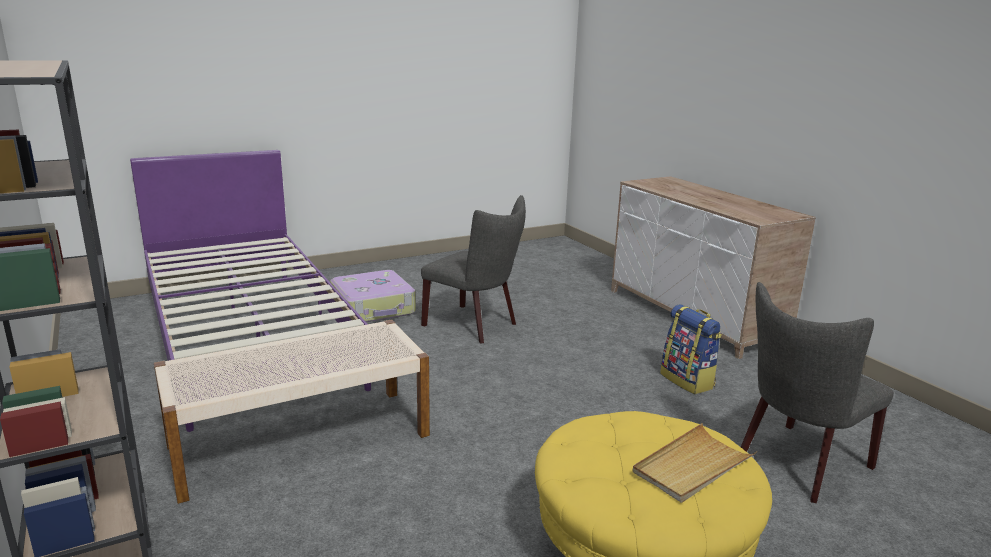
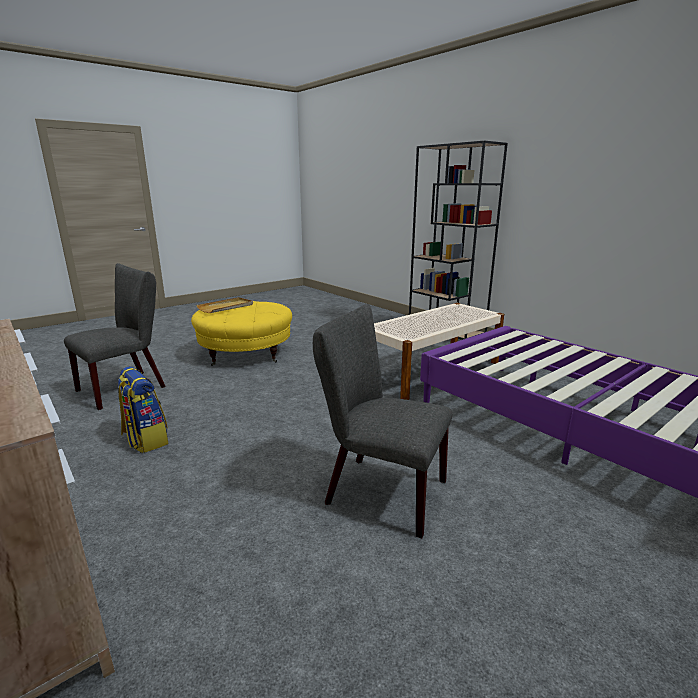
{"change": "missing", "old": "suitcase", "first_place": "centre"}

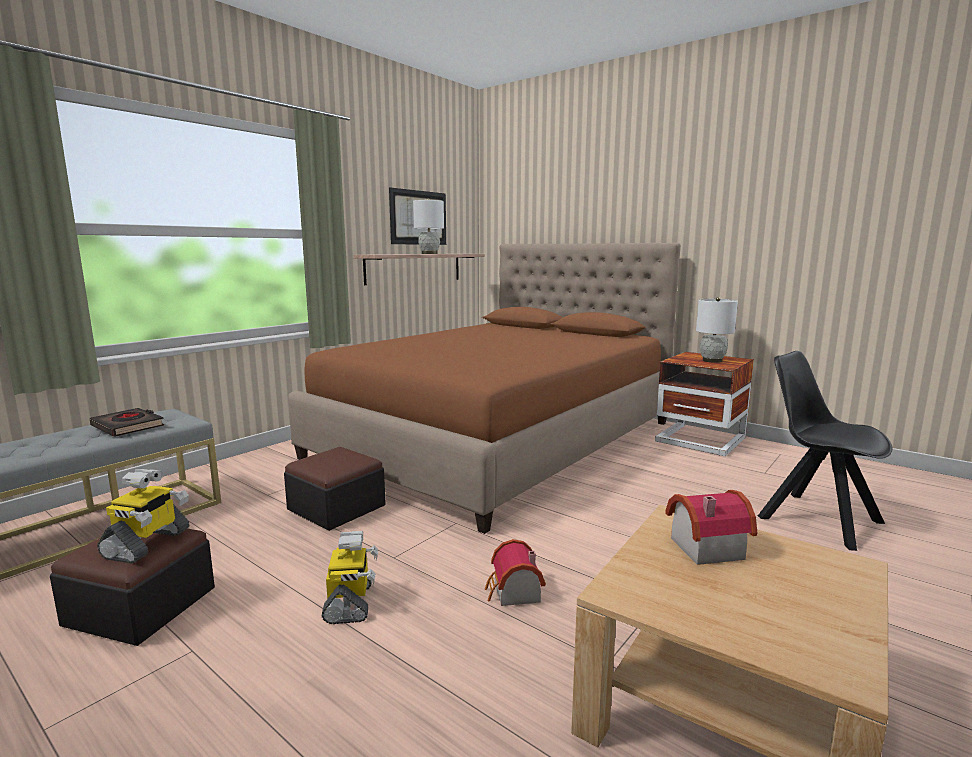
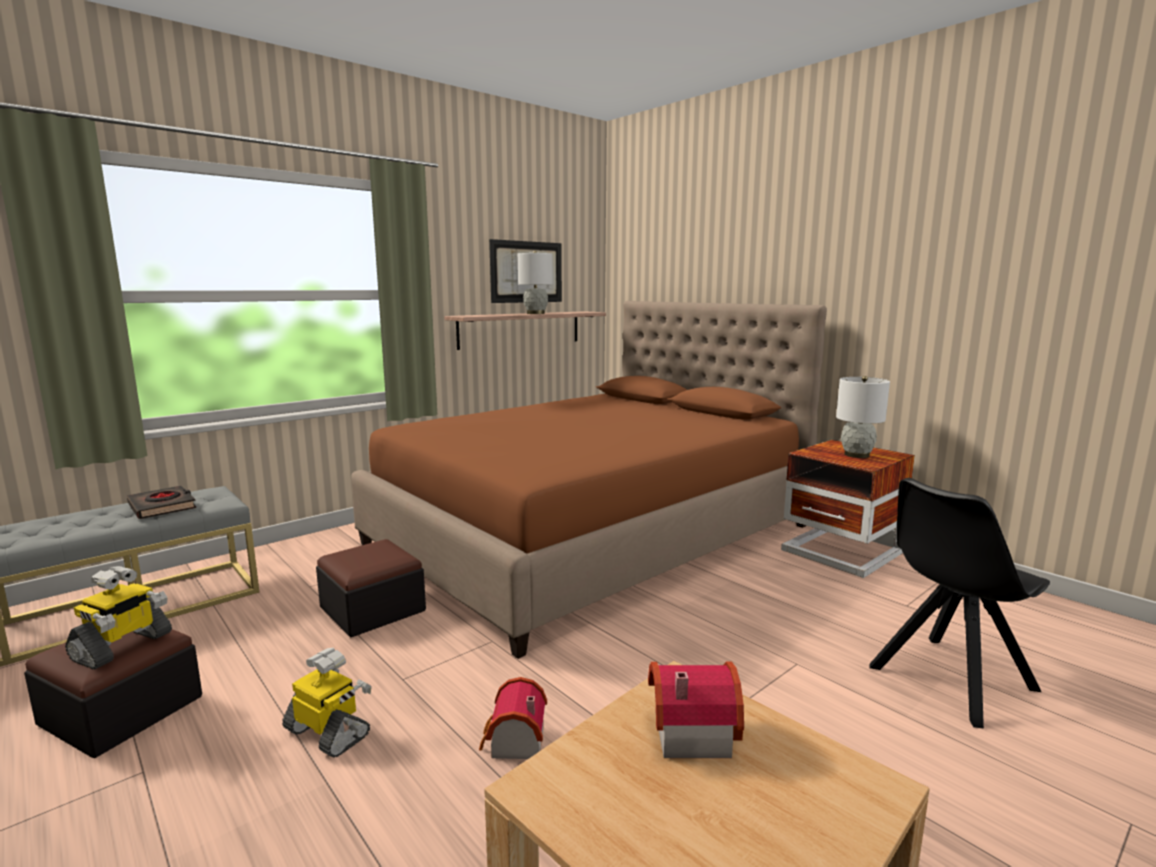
{"change": "spun", "old": "robot figure (no. 2 from left)", "first_place": "bottom centre", "second_place": "bottom left", "degrees": -60}
{"change": "spun", "old": "black-coloured plain chair", "first_place": "middle right", "second_place": "bottom right", "degrees": -90}

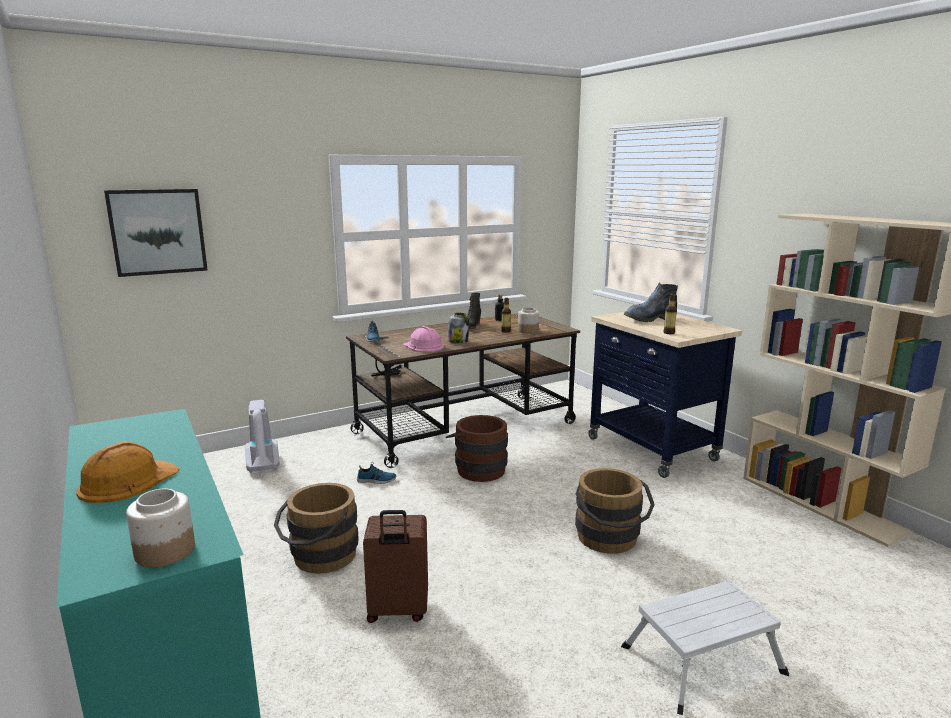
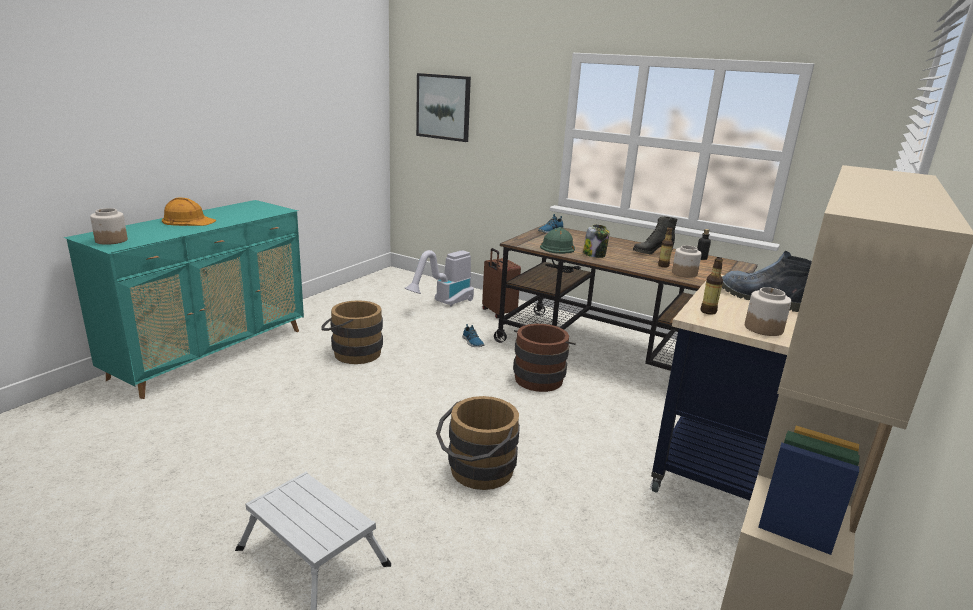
{"change": "appeared", "new": "jar (no. 4 from left)", "second_place": "middle right"}
{"change": "relocated", "old": "brown suitcase", "first_place": "bottom centre", "second_place": "centre"}
{"change": "colour", "old": "pinkish safety helmet", "new": "green safety helmet", "first_place": "centre", "second_place": "centre"}

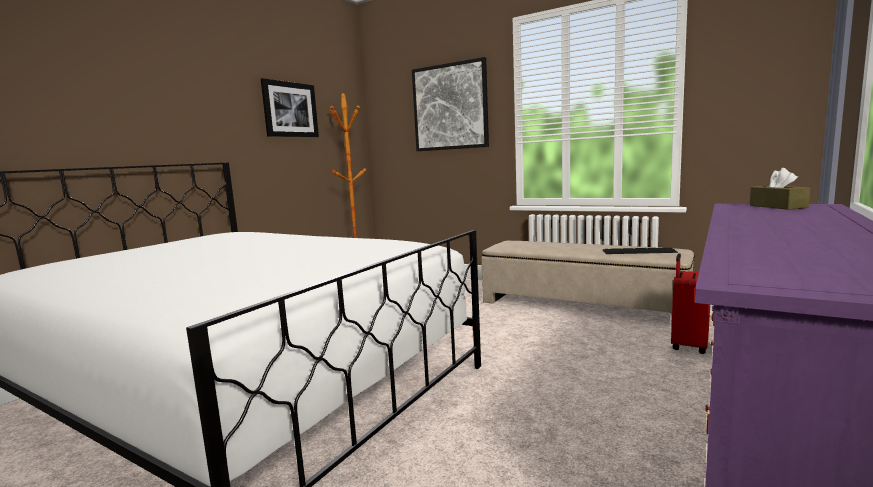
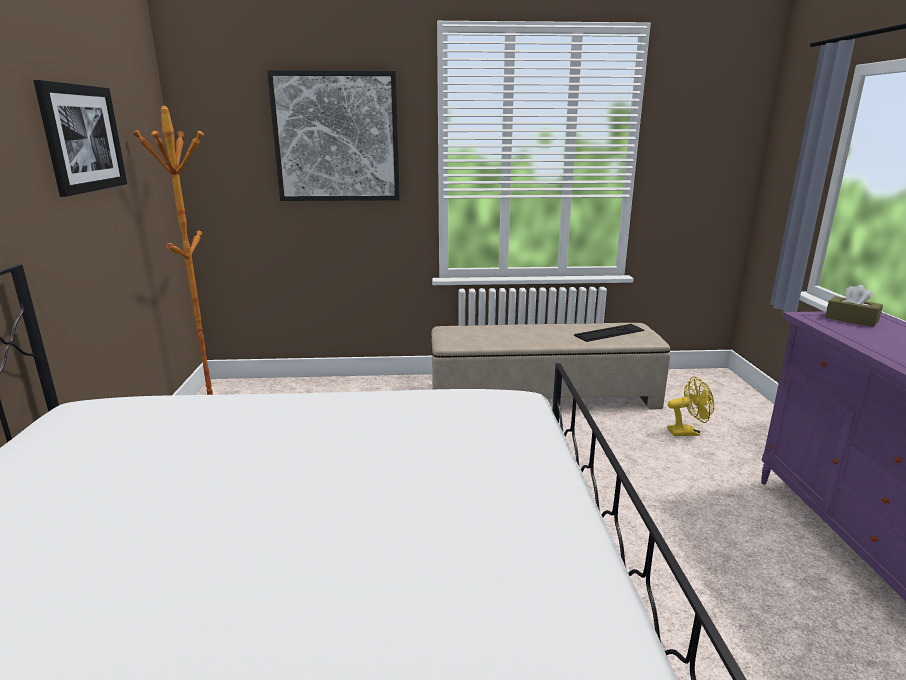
{"change": "exchanged", "old": "reddish suitcase", "new": "yellow-coloured cooling fan", "first_place": "middle right", "second_place": "middle right"}

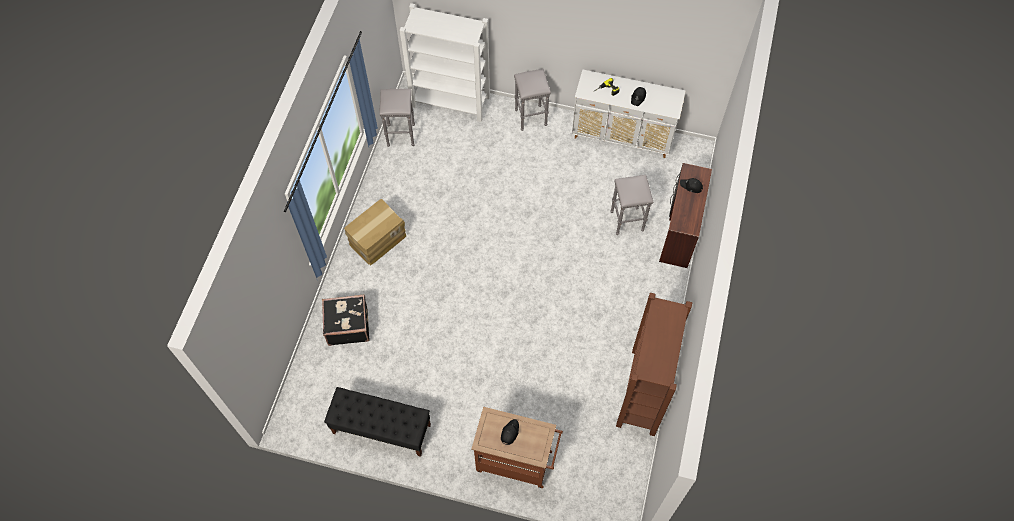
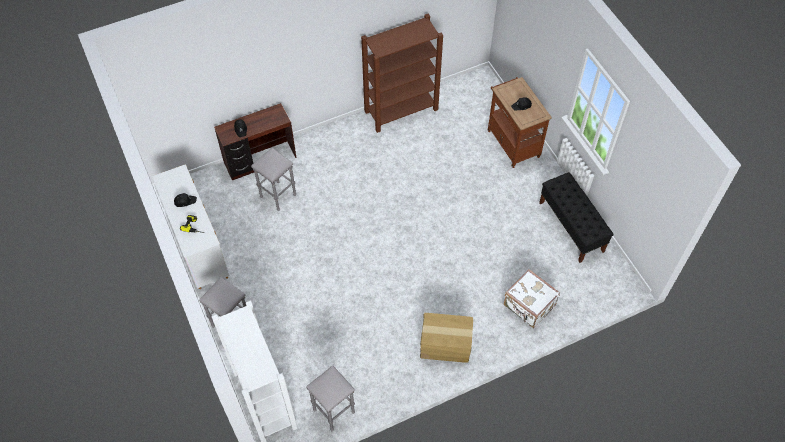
{"change": "colour", "old": "black-coloured suitcase", "new": "white suitcase", "first_place": "centre", "second_place": "bottom right"}

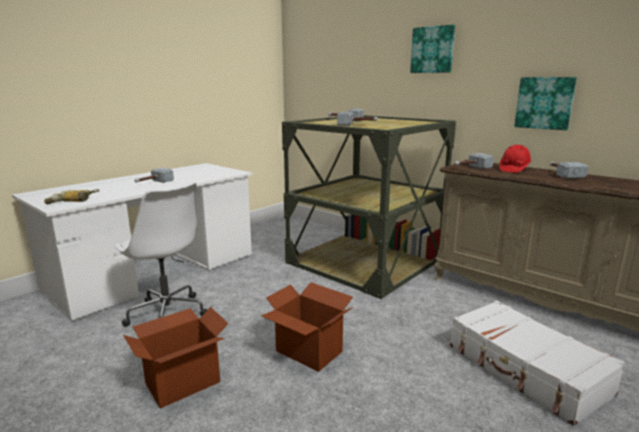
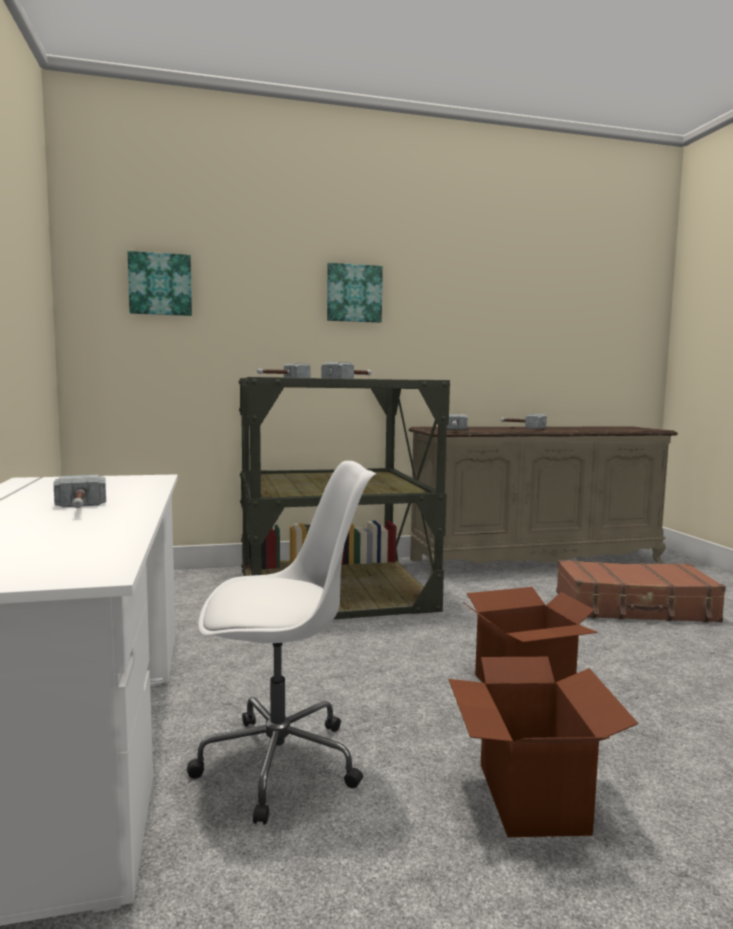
{"change": "missing", "old": "drill", "first_place": "middle left"}
{"change": "missing", "old": "reddish safety helmet", "first_place": "middle right"}
{"change": "relocated", "old": "picture (no. 2 from left in the first image)", "new": "picture (no. 1 from left)", "first_place": "top right", "second_place": "top left"}
{"change": "colour", "old": "white suitcase", "new": "brown suitcase", "first_place": "bottom right", "second_place": "middle right"}

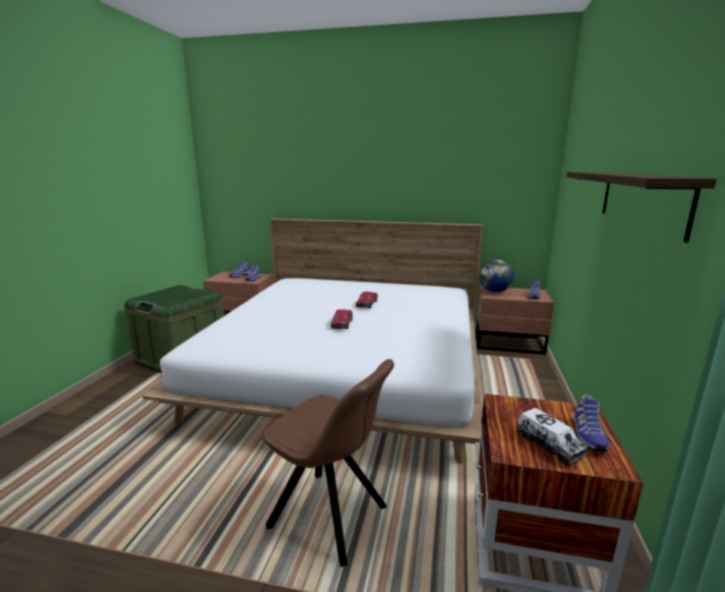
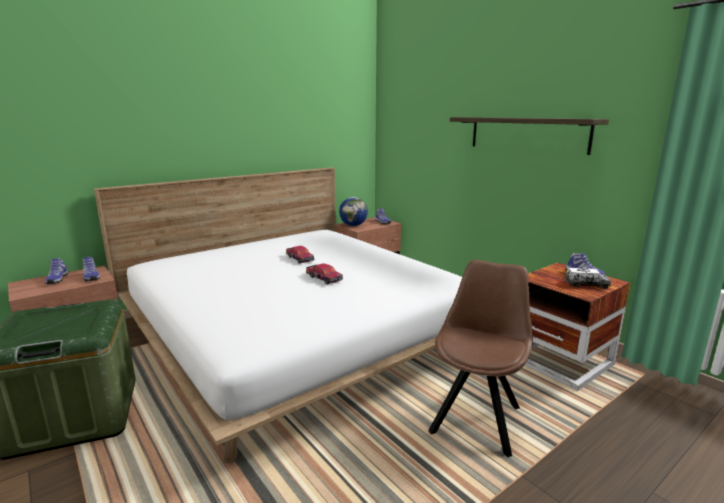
{"change": "spun", "old": "brown plain chair", "first_place": "bottom centre", "second_place": "bottom centre", "degrees": -45}

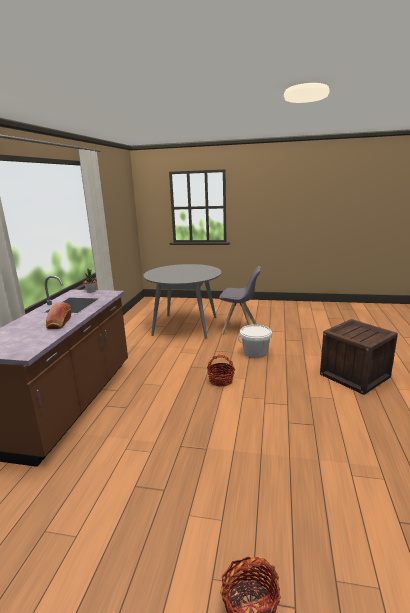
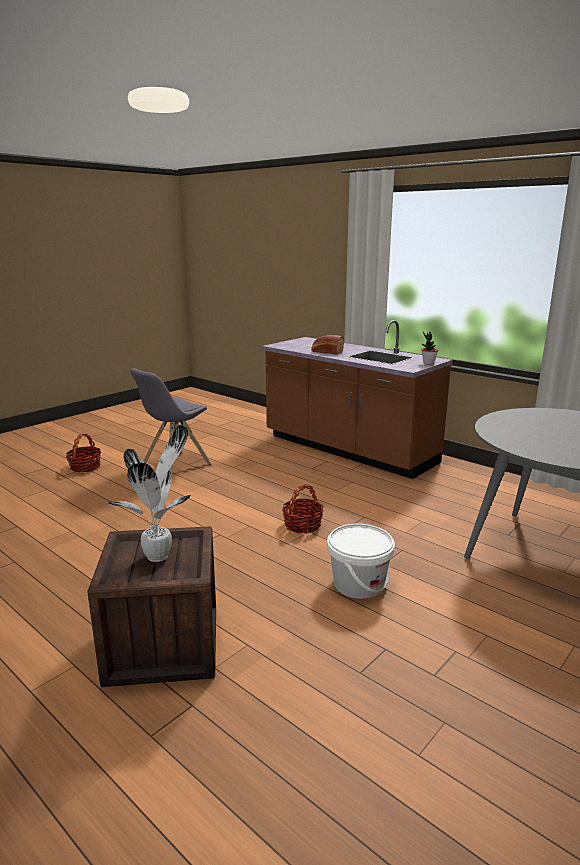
{"change": "appeared", "new": "plant in a pot (no. 1 from left)", "second_place": "middle left"}
{"change": "relocated", "old": "gray plain chair", "first_place": "centre", "second_place": "middle left"}

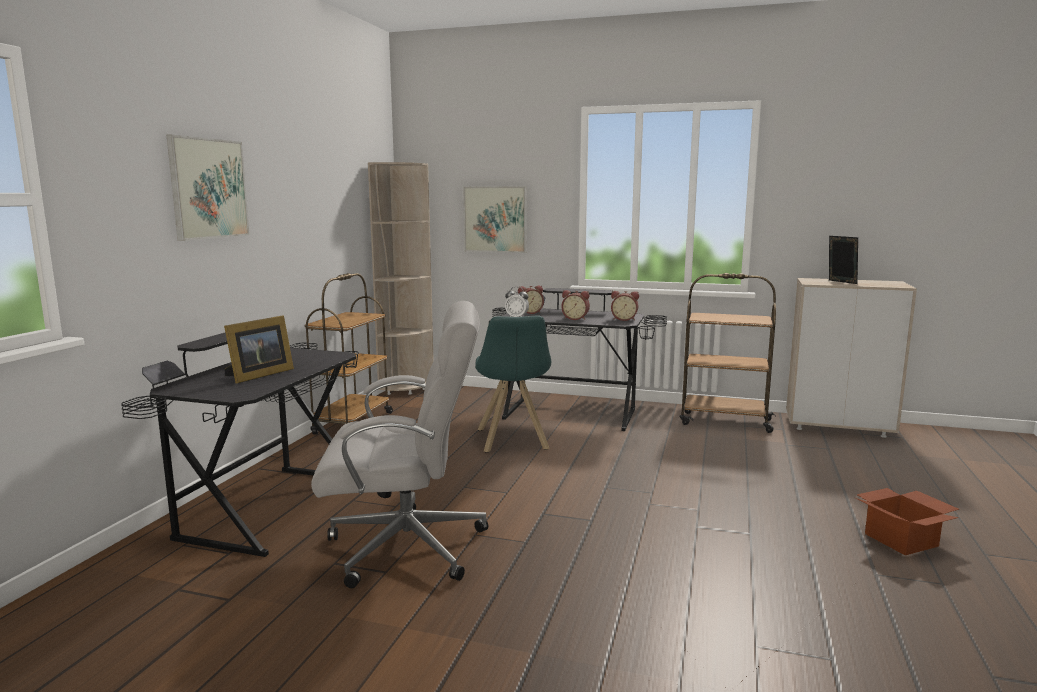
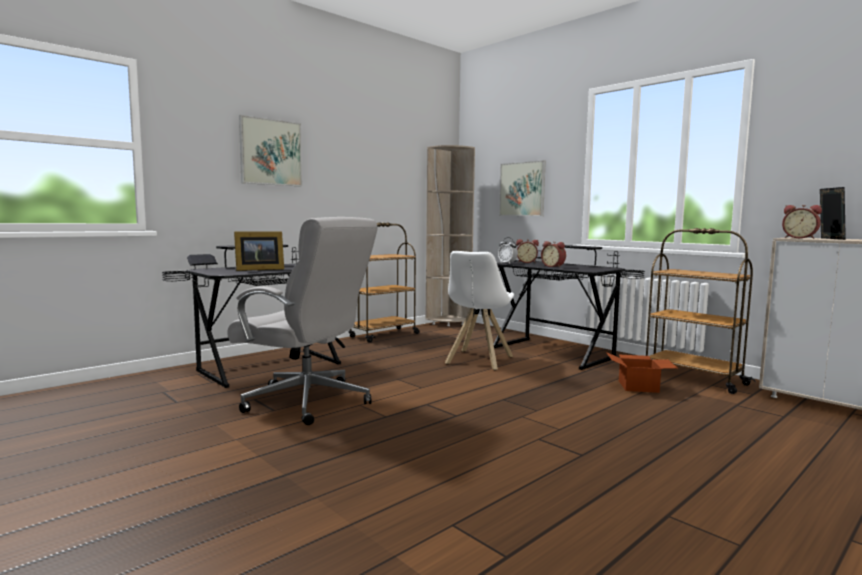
{"change": "relocated", "old": "alarm clock (no. 4 from left)", "first_place": "centre", "second_place": "middle right"}
{"change": "relocated", "old": "cardboard box", "first_place": "bottom right", "second_place": "middle right"}
{"change": "colour", "old": "blue-green plain chair", "new": "white plain chair", "first_place": "centre", "second_place": "centre"}

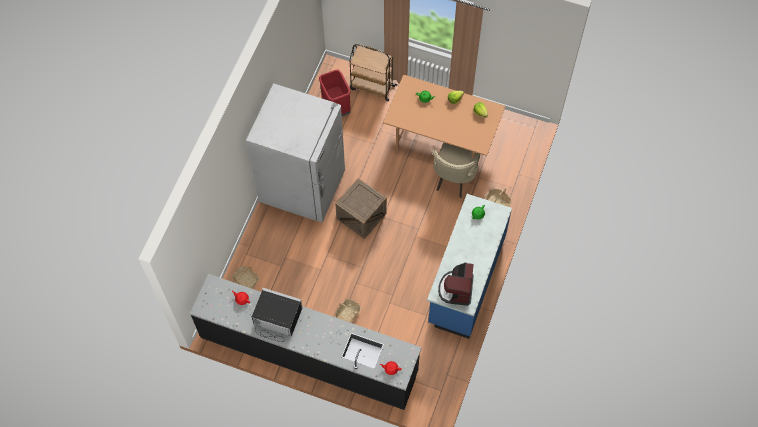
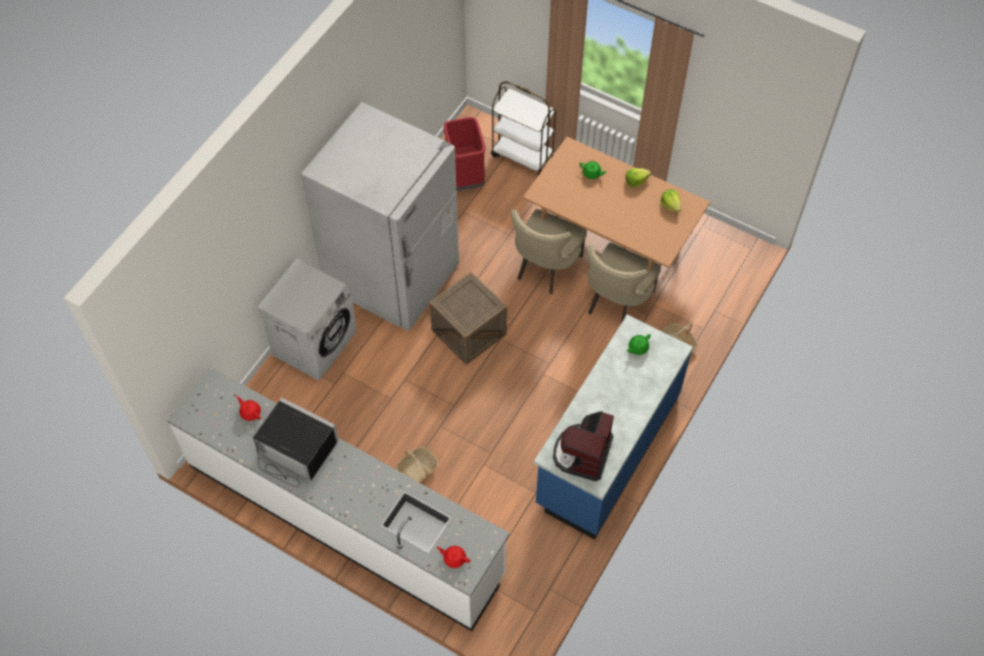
{"change": "missing", "old": "basket (no. 1 from left)", "first_place": "middle left"}
{"change": "appeared", "new": "white washing machine", "second_place": "middle left"}
{"change": "appeared", "new": "beige-coloured plain chair (no. 1 from left)", "second_place": "centre"}
{"change": "colour", "old": "black-coloured kitchen base unit", "new": "white kitchen base unit", "first_place": "bottom centre", "second_place": "bottom centre"}
{"change": "colour", "old": "brown cart", "new": "white cart", "first_place": "top centre", "second_place": "top centre"}

